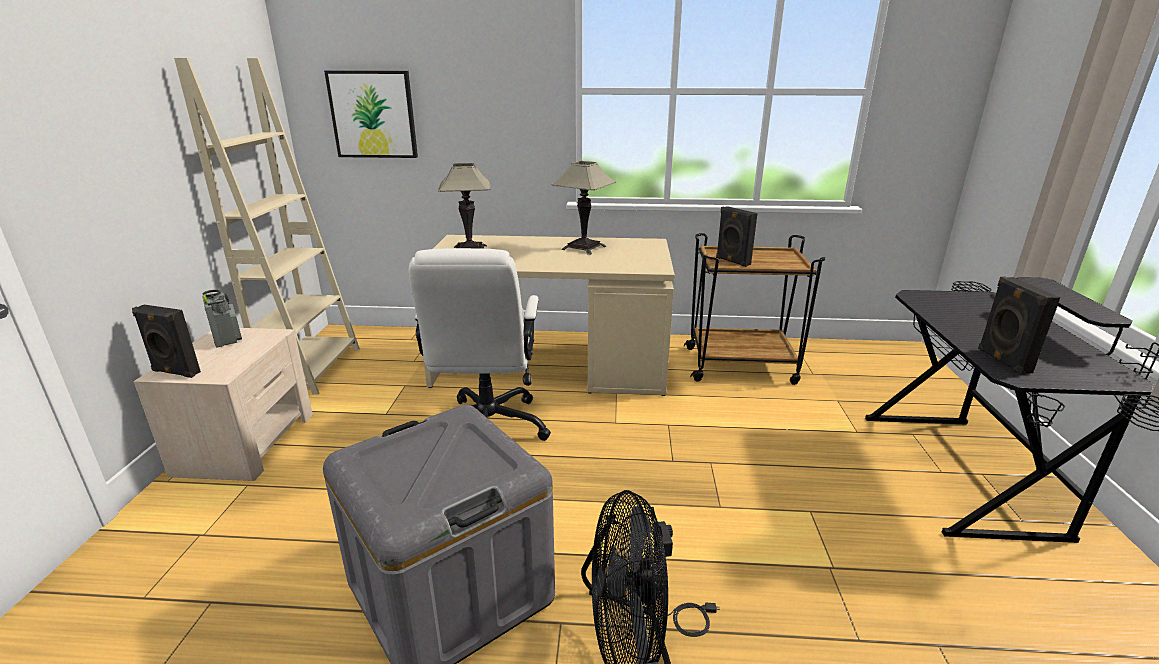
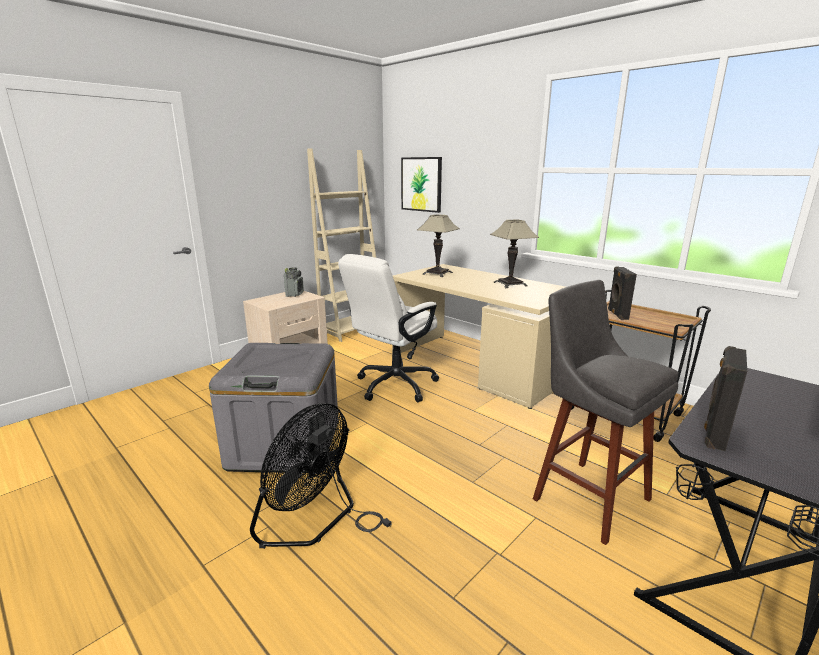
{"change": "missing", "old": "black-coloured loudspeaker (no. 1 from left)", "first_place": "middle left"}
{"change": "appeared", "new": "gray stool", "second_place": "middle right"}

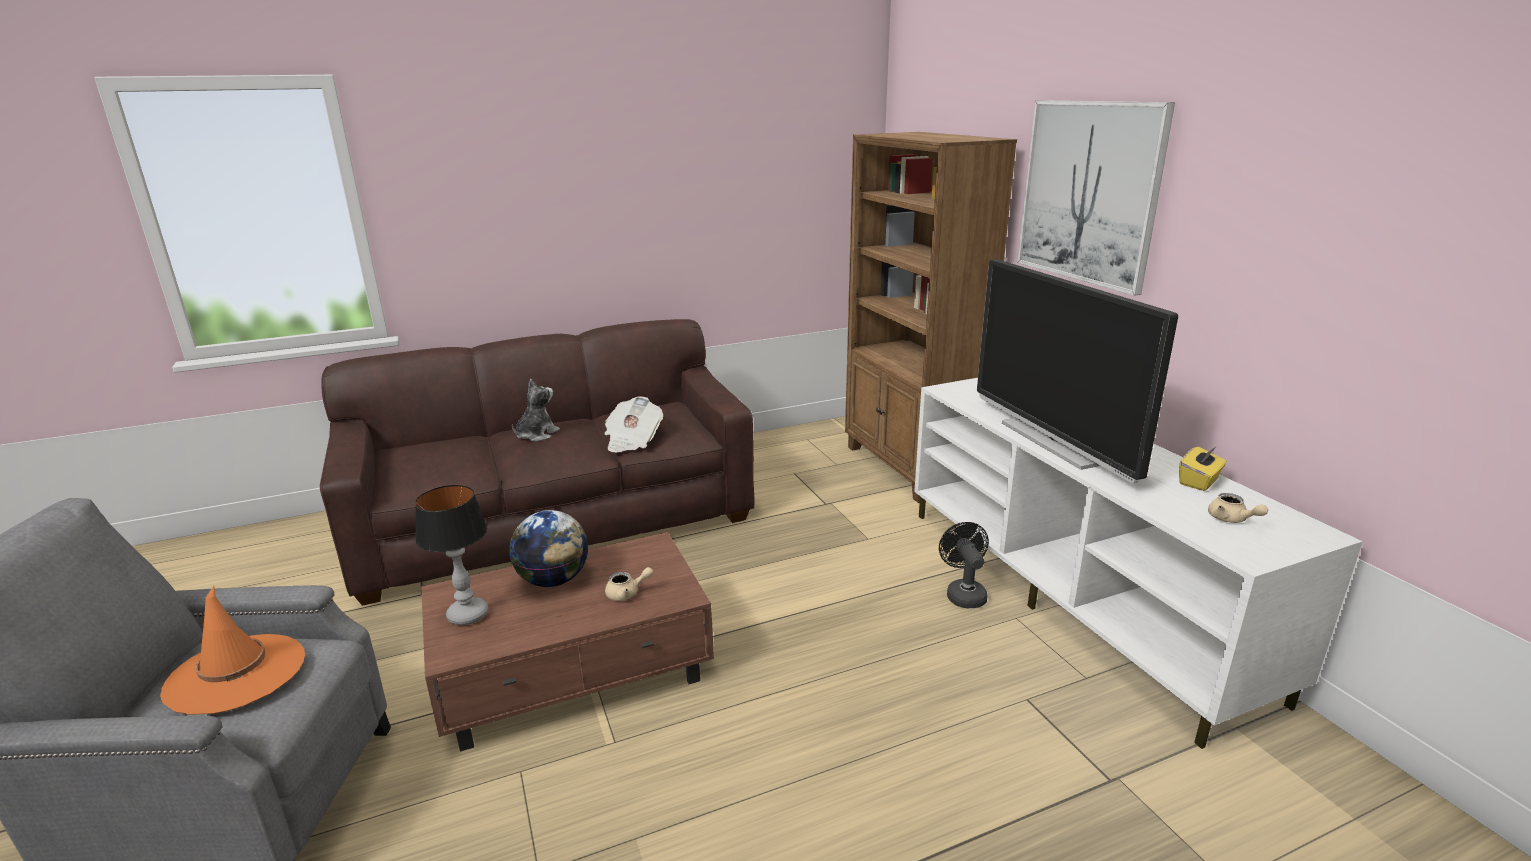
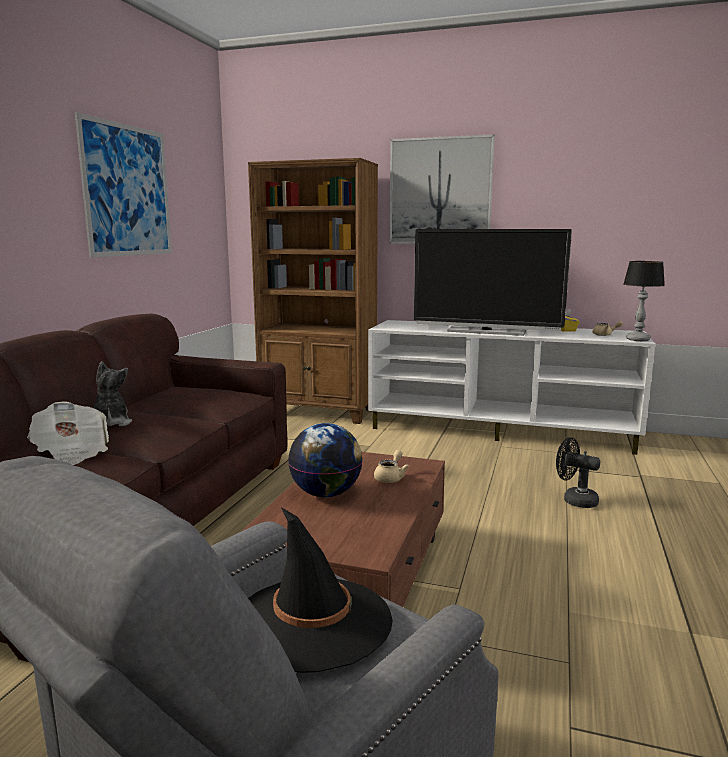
{"change": "appeared", "new": "picture (no. 1 from left)", "second_place": "top left"}
{"change": "relocated", "old": "table lamp", "first_place": "middle left", "second_place": "middle right"}
{"change": "relocated", "old": "daily paper", "first_place": "centre", "second_place": "middle left"}
{"change": "relocated", "old": "black-coloured cooling fan", "first_place": "centre", "second_place": "middle right"}
{"change": "colour", "old": "orange-coloured wearable hat", "new": "black-coloured wearable hat", "first_place": "bottom left", "second_place": "bottom centre"}

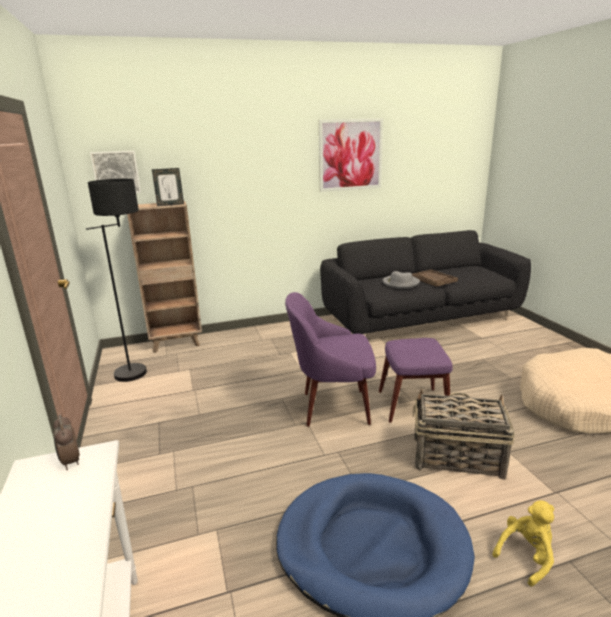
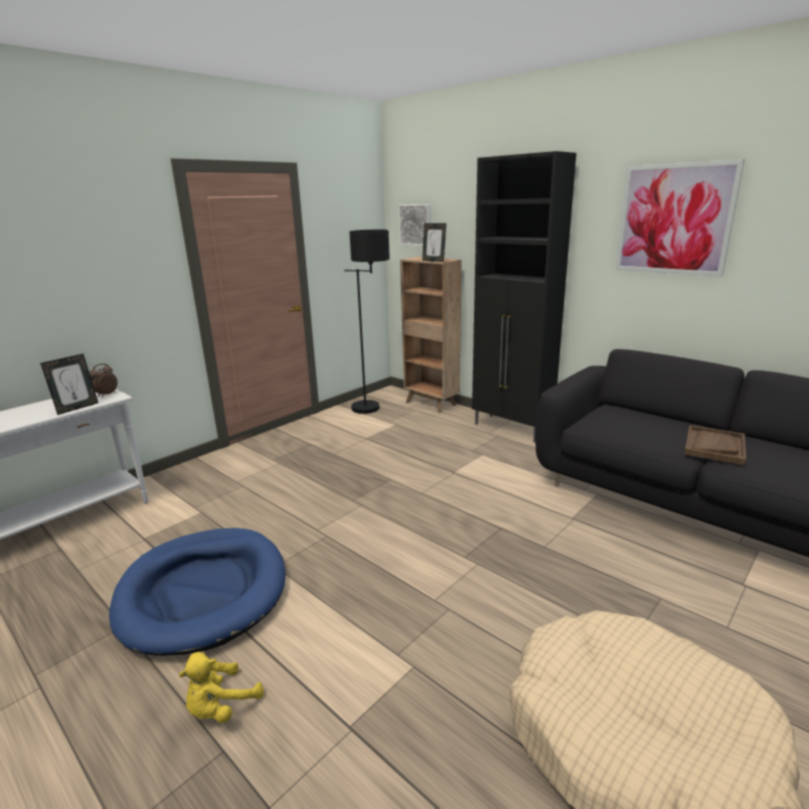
{"change": "missing", "old": "purple-coloured lounge chair", "first_place": "centre"}
{"change": "missing", "old": "gray wearable hat", "first_place": "centre"}
{"change": "missing", "old": "basket", "first_place": "bottom right"}
{"change": "appeared", "new": "picture frame (no. 1 from left)", "second_place": "middle left"}
{"change": "appeared", "new": "black-coloured cupboard", "second_place": "centre"}
{"change": "spun", "old": "yellow-coloured soft toy", "first_place": "bottom right", "second_place": "bottom left", "degrees": 105}

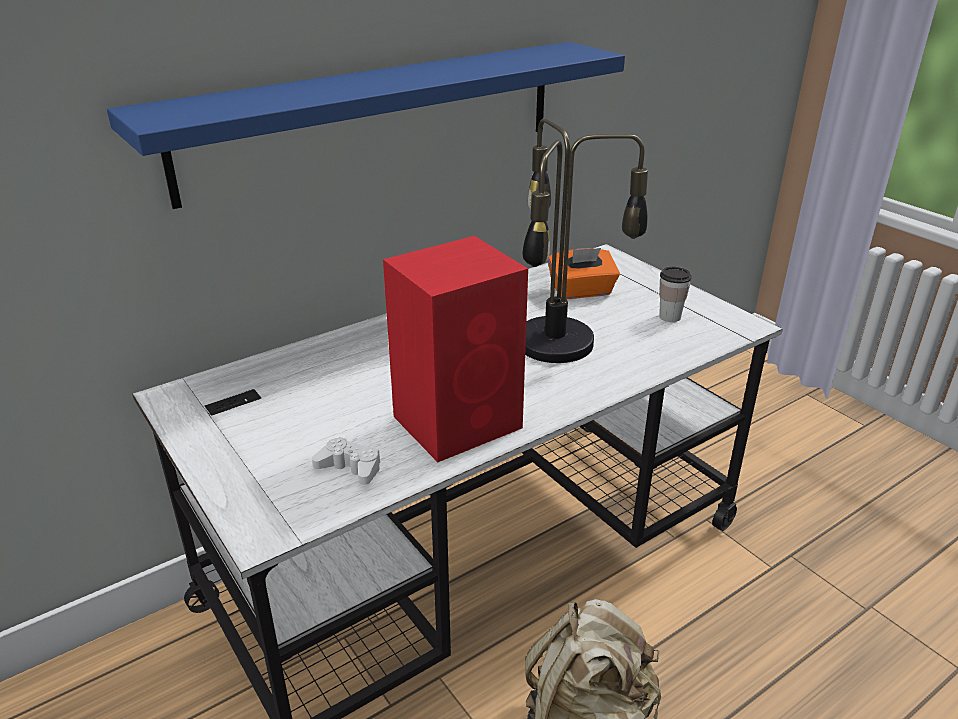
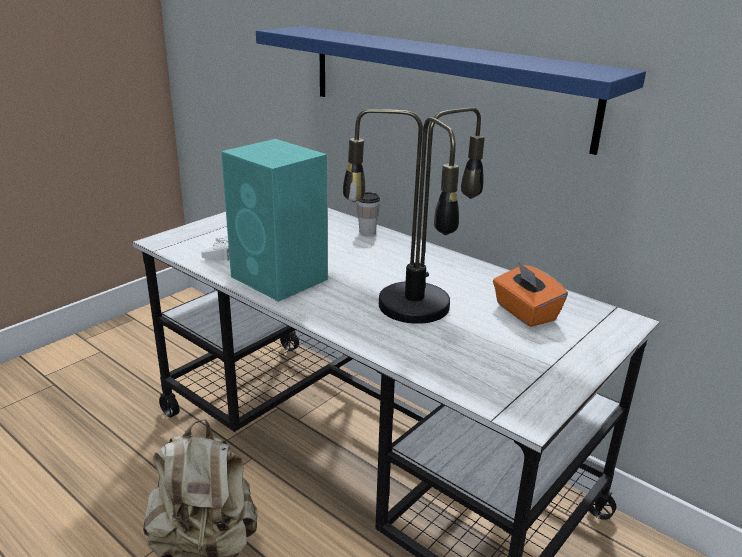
{"change": "relocated", "old": "small cup", "first_place": "middle right", "second_place": "centre"}
{"change": "colour", "old": "reddish loudspeaker", "new": "blue-green loudspeaker", "first_place": "centre", "second_place": "centre"}

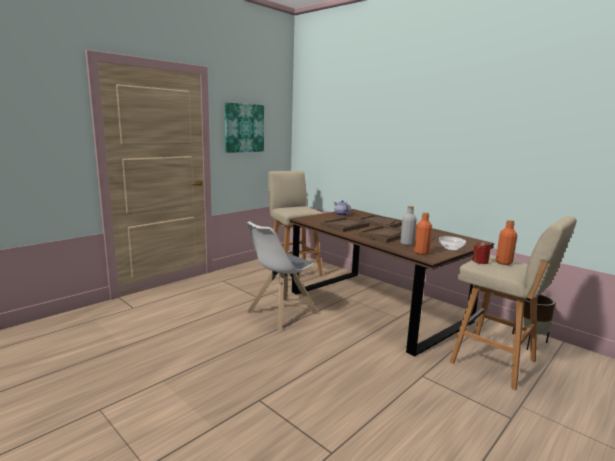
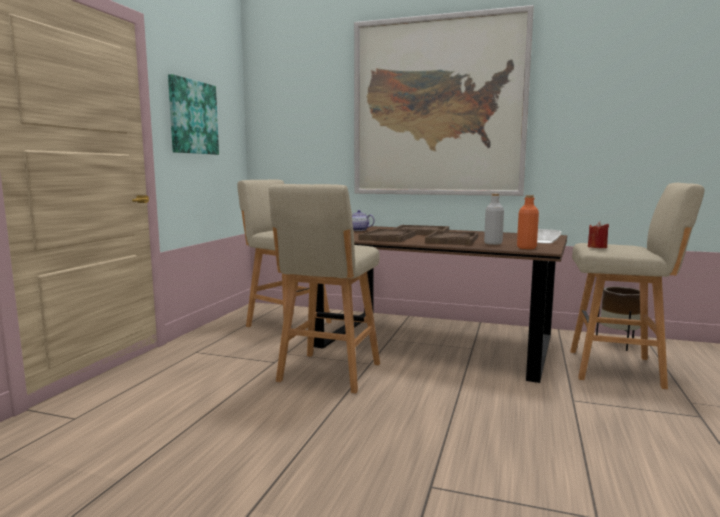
{"change": "missing", "old": "orange-coloured beverage bottle (no. 2 from left)", "first_place": "middle right"}
{"change": "appeared", "new": "picture (no. 2 from left)", "second_place": "top centre"}
{"change": "exchanged", "old": "plain chair", "new": "beige-coloured stool (no. 2 from left)", "first_place": "centre", "second_place": "centre"}

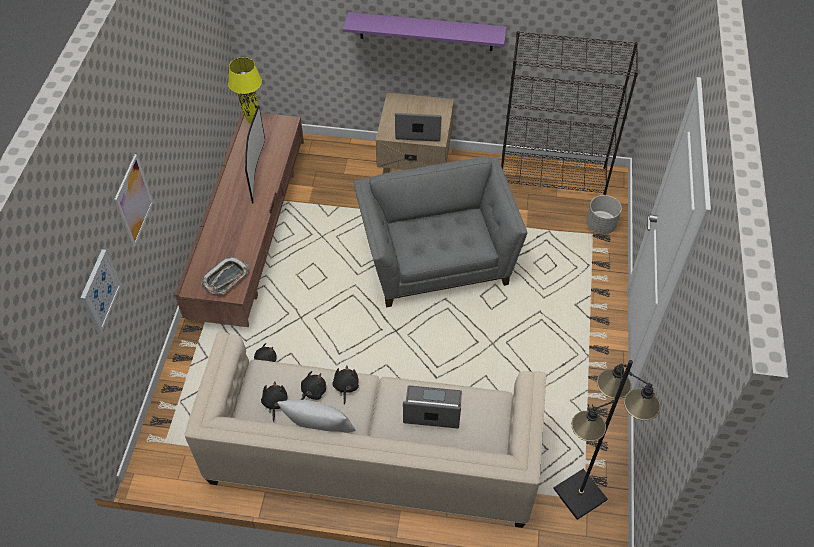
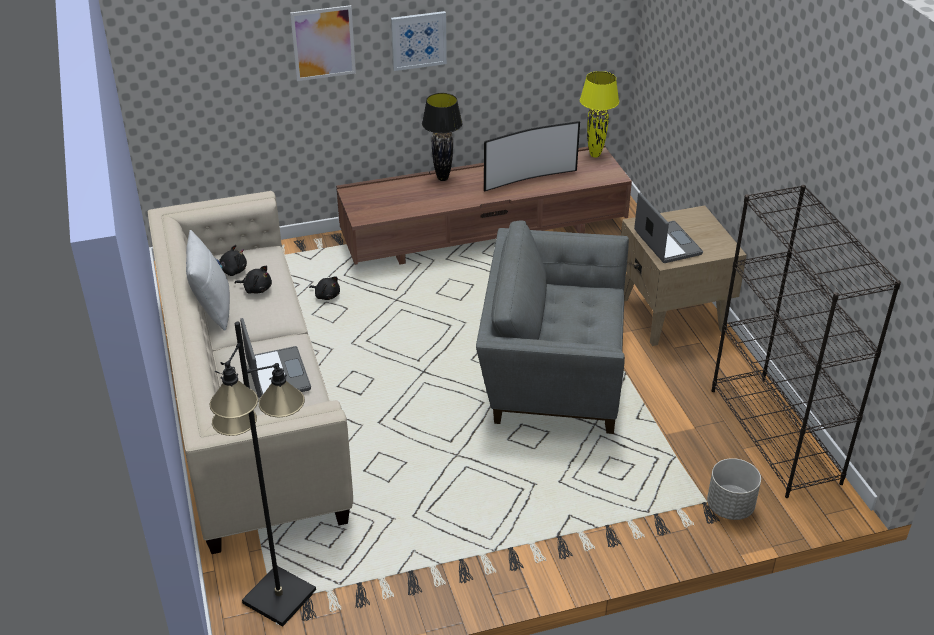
{"change": "missing", "old": "serving tray", "first_place": "middle left"}
{"change": "missing", "old": "black-coloured soft toy (no. 4 from left)", "first_place": "bottom centre"}
{"change": "missing", "old": "purple-coloured shelf", "first_place": "top centre"}
{"change": "appeared", "new": "black-coloured table lamp", "second_place": "top centre"}
{"change": "relocated", "old": "picture (no. 1 from left in the first image)", "new": "picture (no. 2 from left)", "first_place": "middle left", "second_place": "top centre"}
{"change": "spun", "old": "gray lounge chair", "first_place": "centre", "second_place": "centre", "degrees": -135}

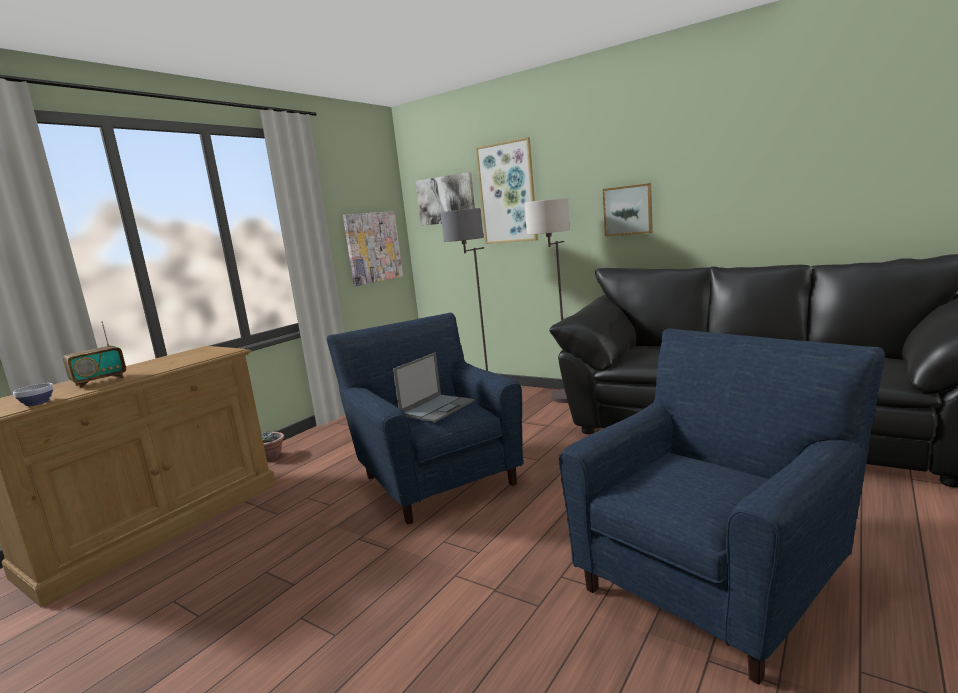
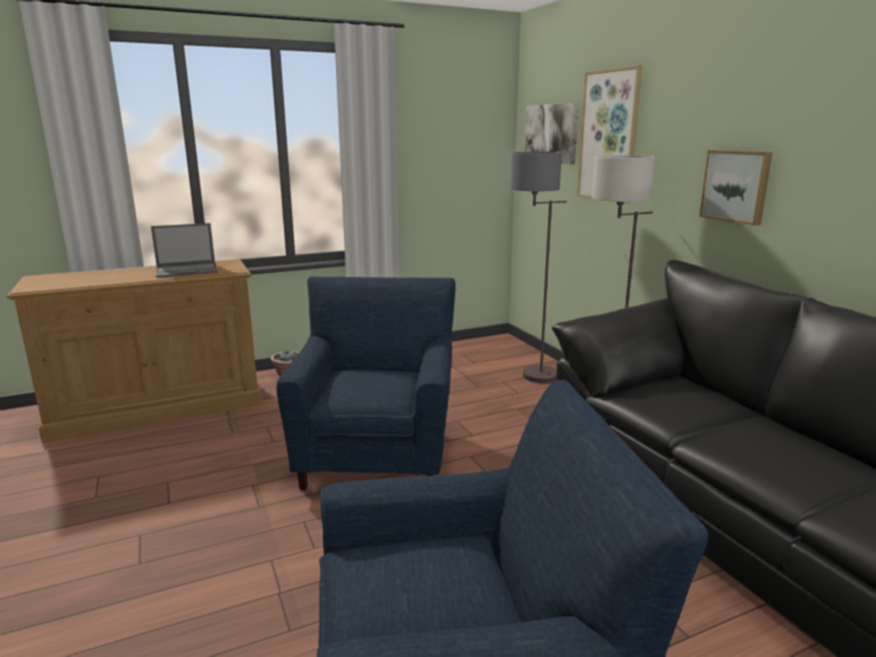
{"change": "missing", "old": "serving bowl", "first_place": "middle left"}
{"change": "missing", "old": "radio", "first_place": "middle left"}
{"change": "missing", "old": "picture (no. 1 from left)", "first_place": "centre"}
{"change": "relocated", "old": "laptop", "first_place": "centre", "second_place": "middle left"}

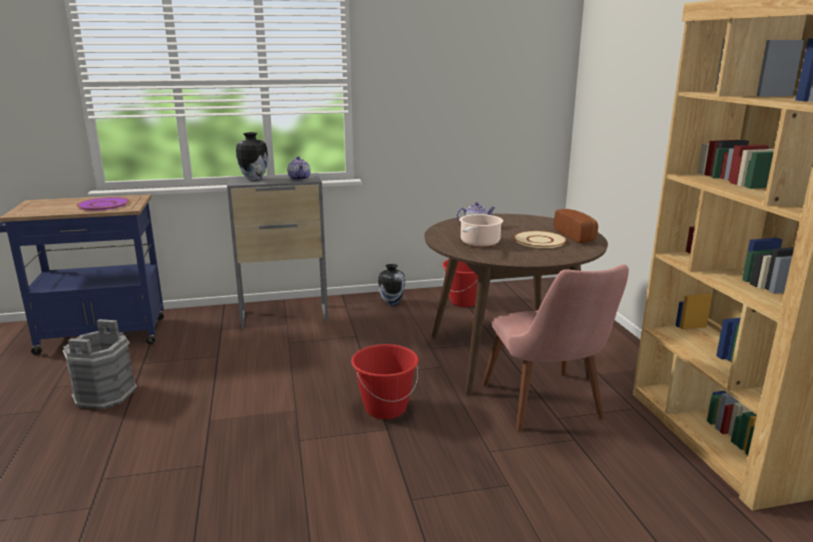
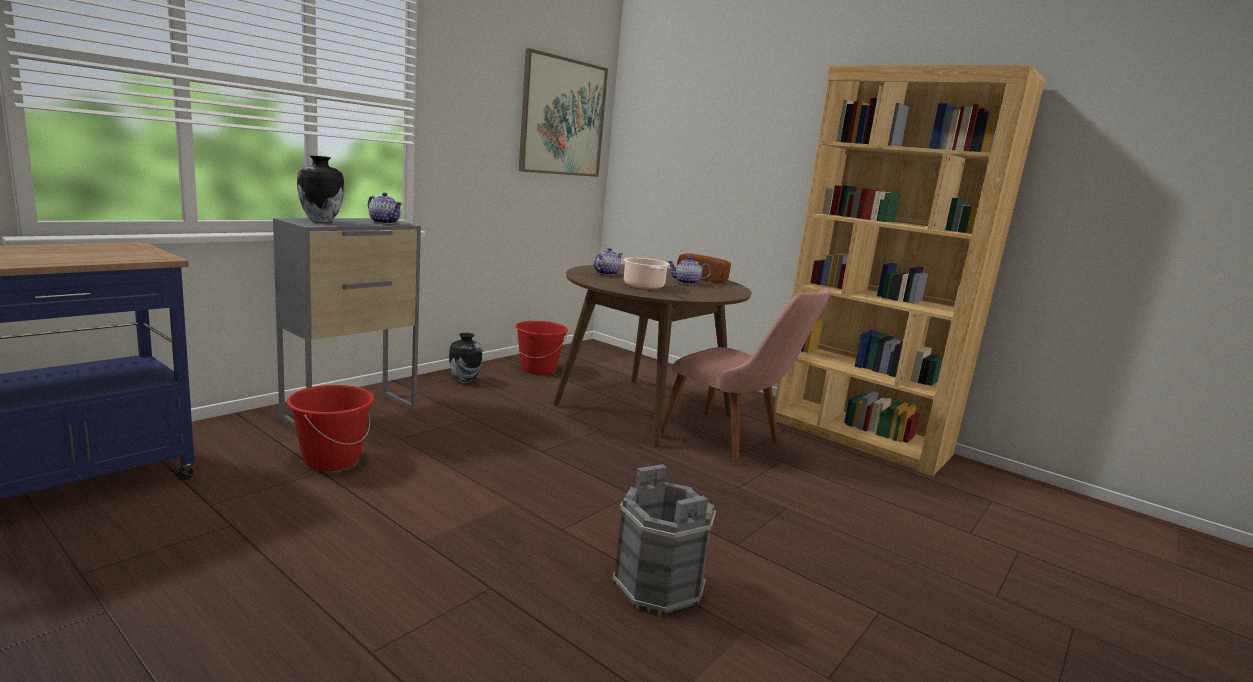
{"change": "missing", "old": "purple-coloured flat dish", "first_place": "middle left"}
{"change": "appeared", "new": "picture", "second_place": "top centre"}
{"change": "relocated", "old": "gray pail", "first_place": "bottom left", "second_place": "bottom centre"}
{"change": "relocated", "old": "reddish pail (no. 1 from left)", "first_place": "bottom centre", "second_place": "middle left"}
{"change": "exchanged", "old": "beige-coloured flat dish", "new": "pot for tea (no. 3 from left)", "first_place": "centre", "second_place": "centre"}

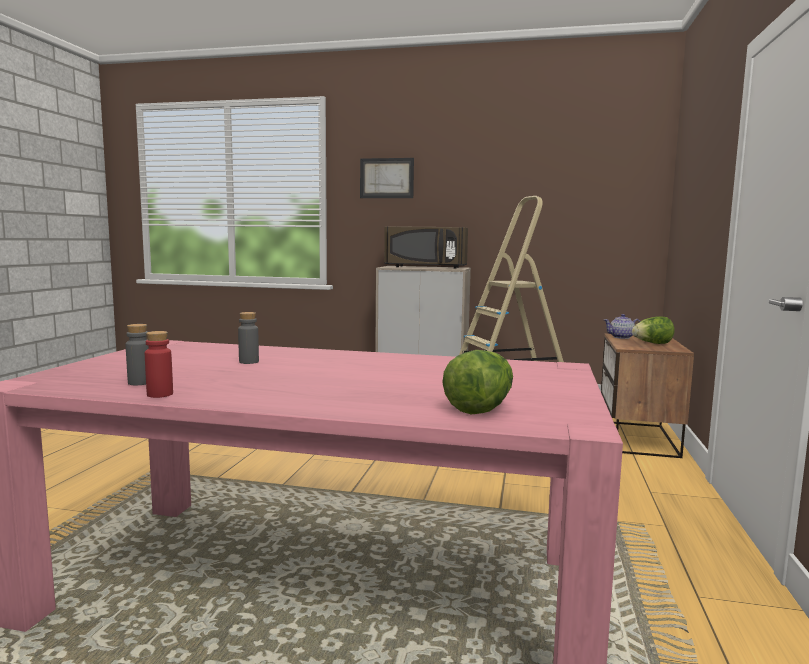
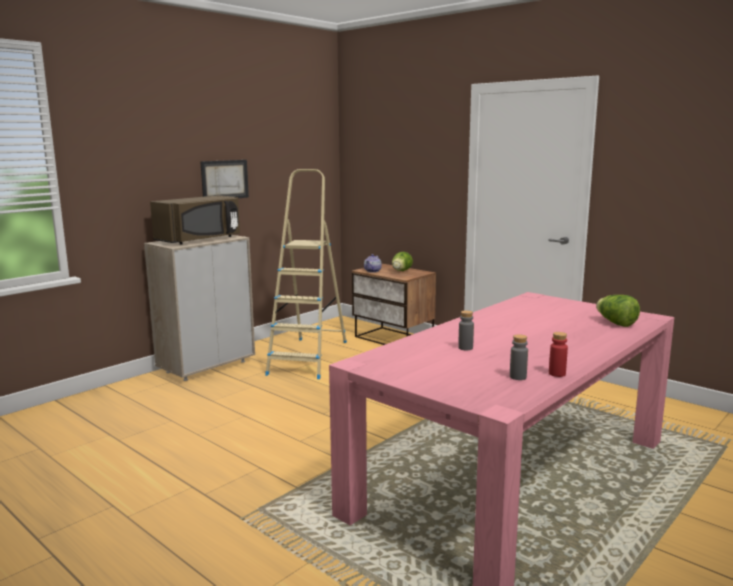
{"change": "relocated", "old": "picture", "first_place": "top centre", "second_place": "top left"}

